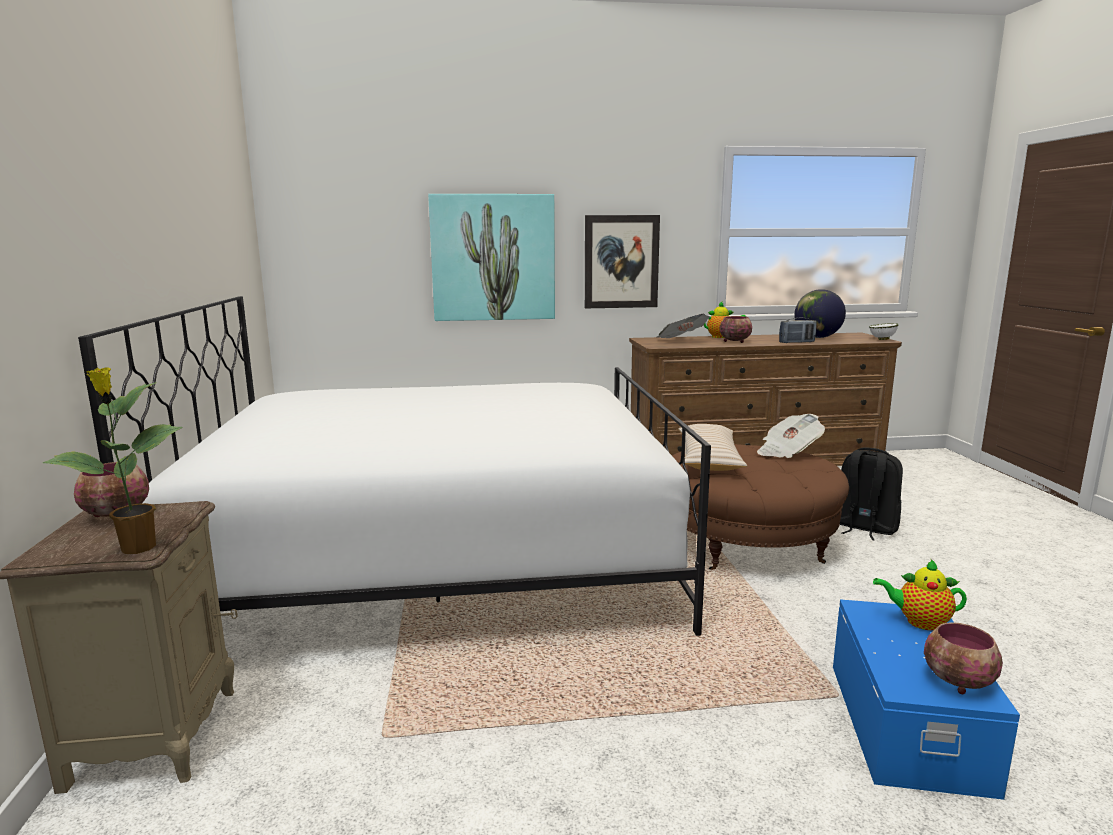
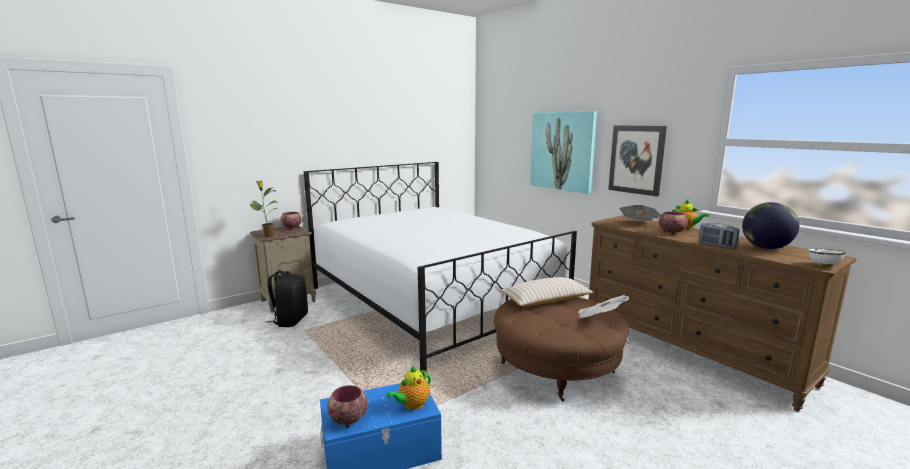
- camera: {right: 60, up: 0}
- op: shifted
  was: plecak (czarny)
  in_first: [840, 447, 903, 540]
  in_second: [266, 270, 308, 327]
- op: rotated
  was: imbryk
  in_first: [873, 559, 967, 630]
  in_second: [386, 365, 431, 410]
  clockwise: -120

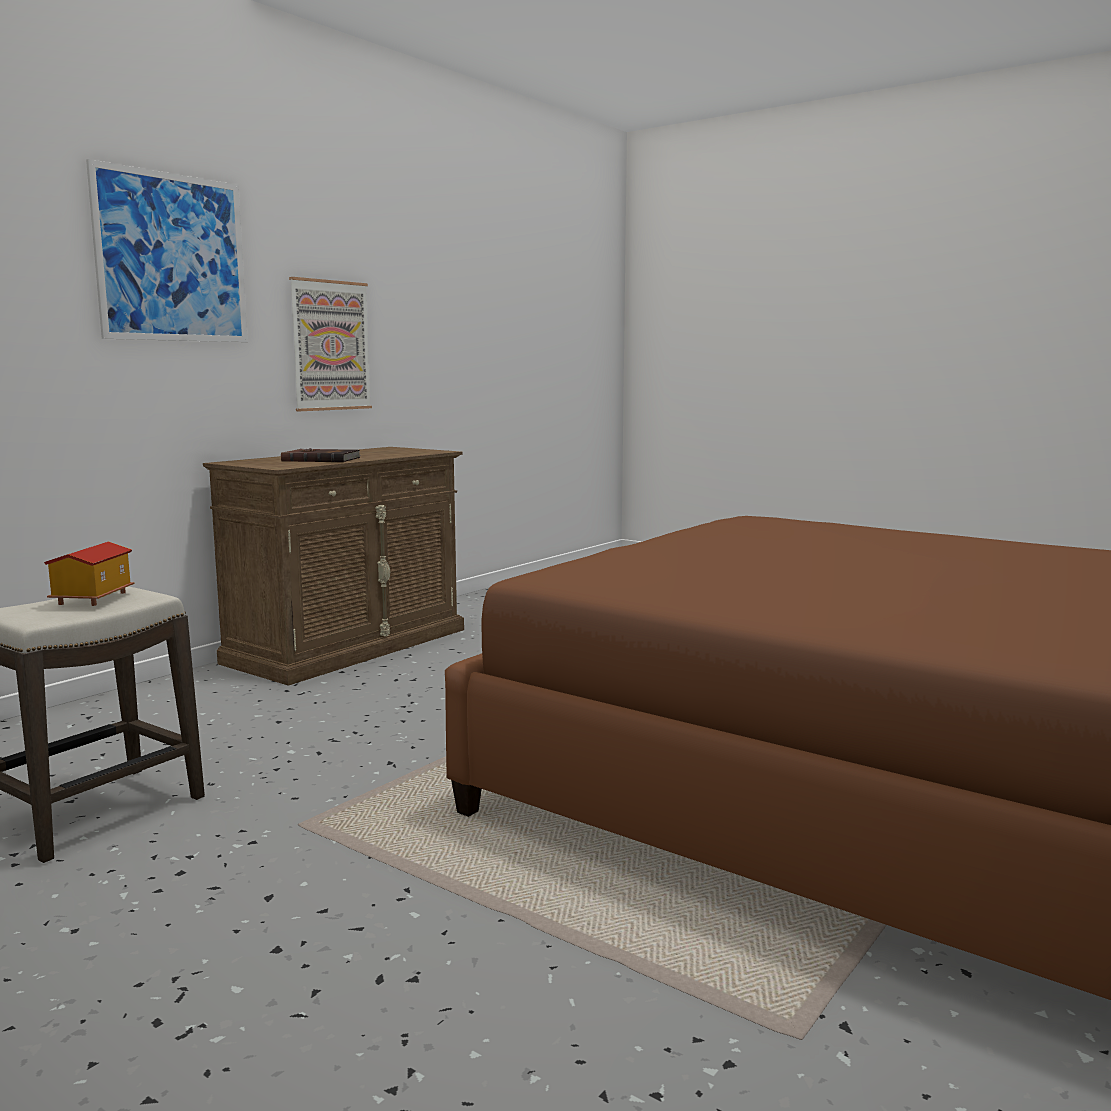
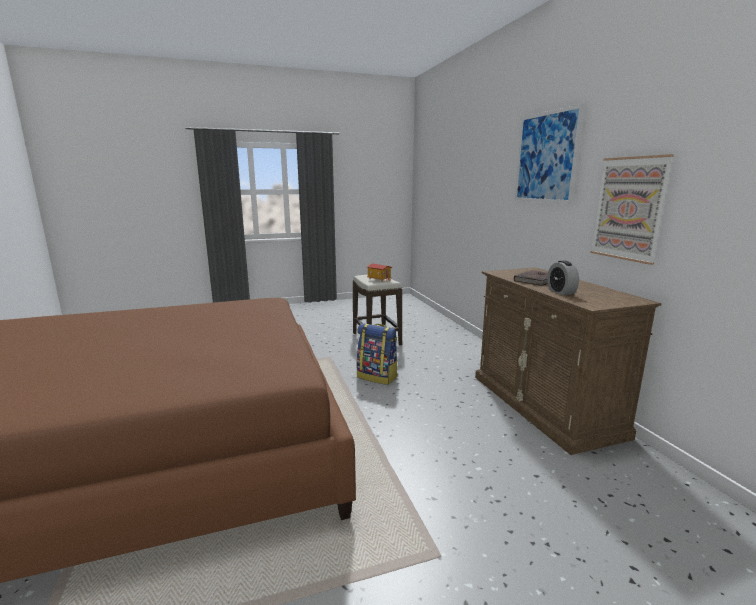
- camera: {right: 125, up: 5}
- op: new
  now: plecak
  in_second: [357, 323, 398, 385]
- op: new
  now: budzik
  in_second: [547, 261, 579, 295]

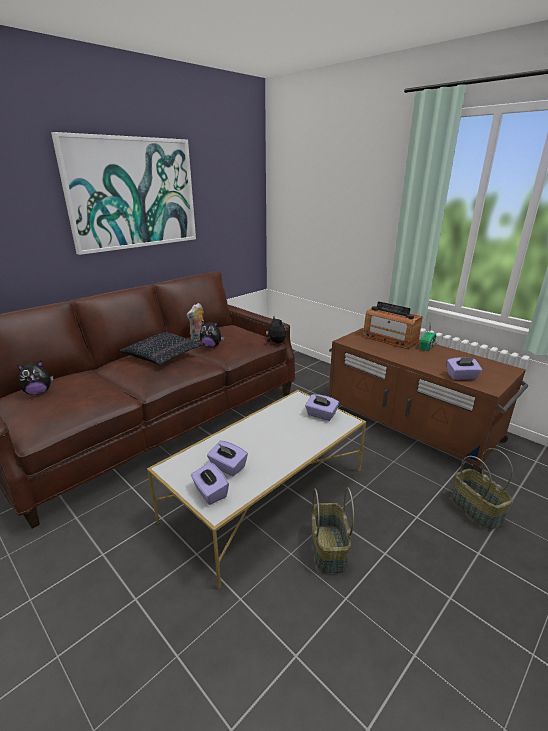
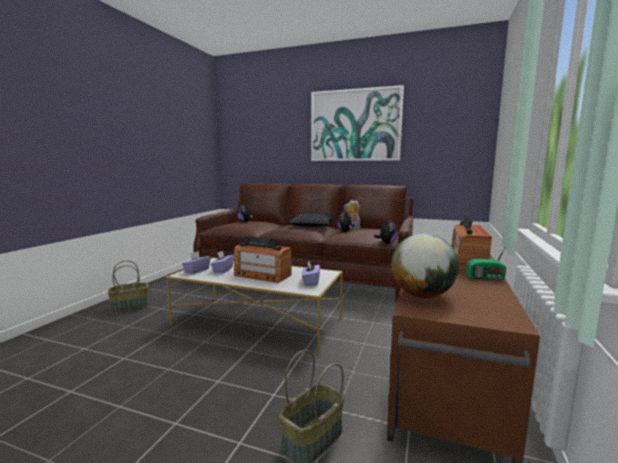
- camera: {right: 65, up: -15}
- op: shifted
  was: koszyk
  in_first: [312, 487, 354, 574]
  in_second: [108, 260, 149, 313]
- op: swapped
  was: pudełko chusteczek (fioletowy)
  now: globus
  in_first: [447, 357, 482, 380]
  in_second: [391, 233, 459, 298]
- op: new
  now: radio
  in_second: [234, 236, 292, 283]

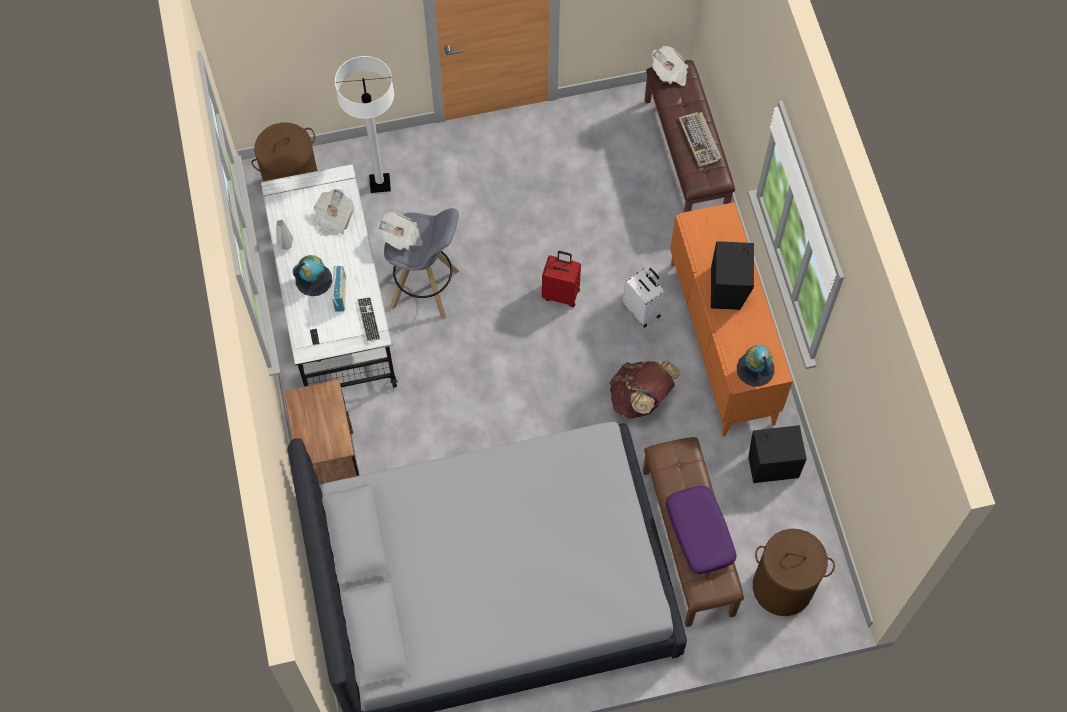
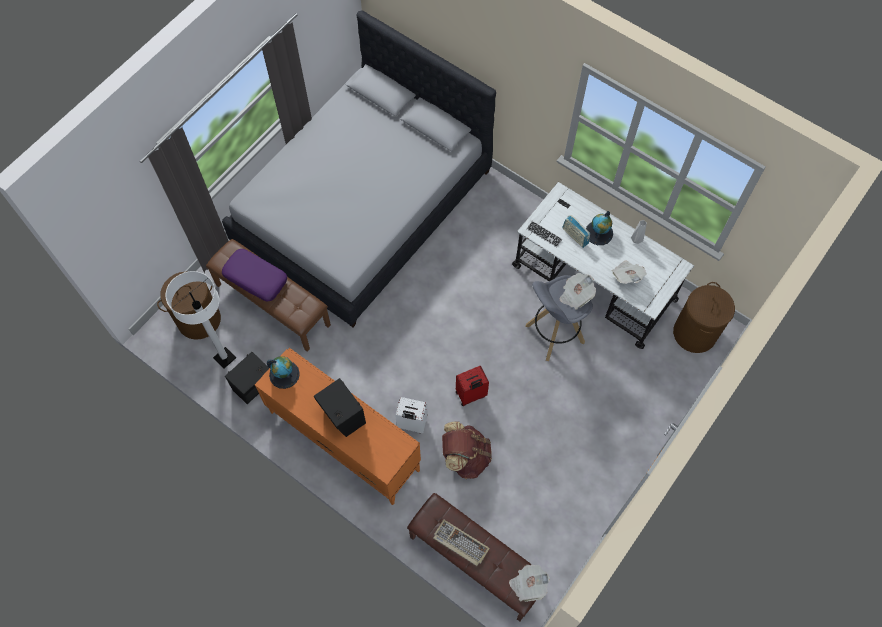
- camera: {right: 140, up: 0}
- op: gone
  was: szafka nocna
  in_first: [284, 379, 359, 484]
- op: shifted
  was: lampa stojąca (biały)
  in_first: [335, 56, 394, 193]
  in_second: [166, 271, 236, 368]
- op: shifted
  was: plecak (brązowy)
  in_first: [610, 361, 680, 419]
  in_second: [442, 421, 492, 479]

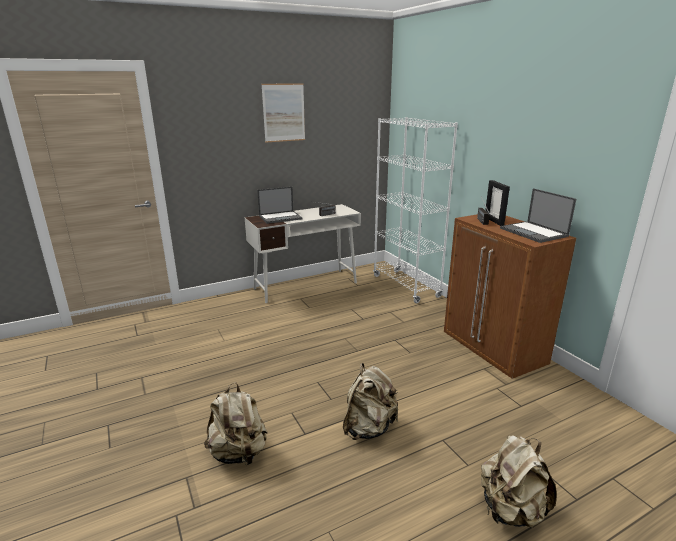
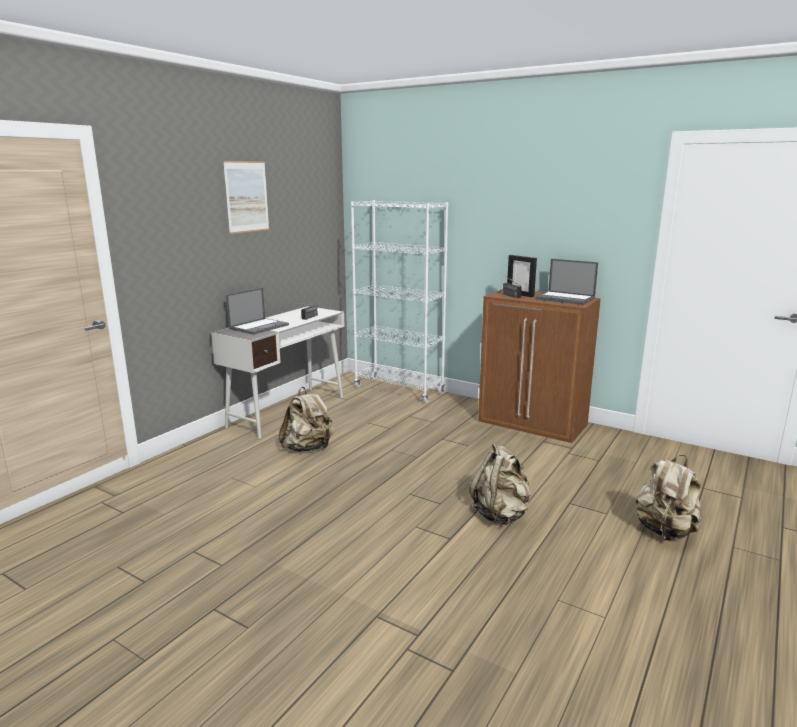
- camera: {right: -30, up: -5}
- op: shifted
  was: plecak (beżowy)
  in_first: [204, 382, 268, 467]
  in_second: [278, 387, 335, 452]

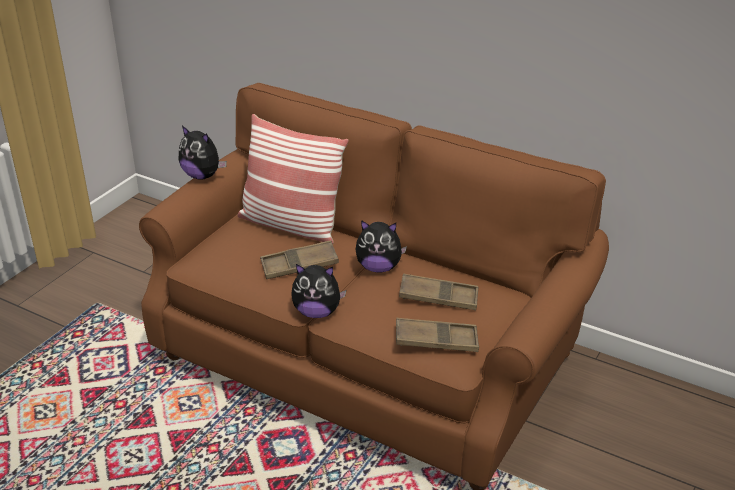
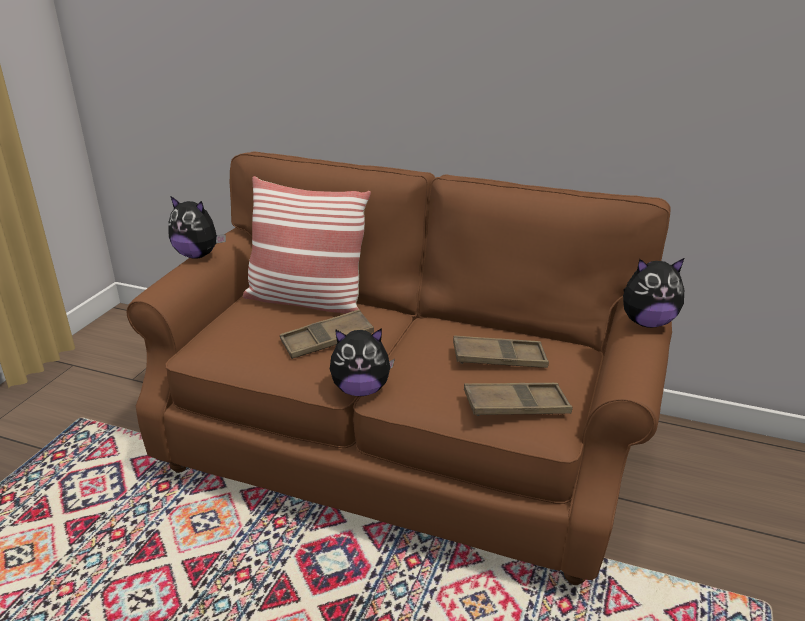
- camera: {right: -10, up: -5}
- op: shifted
  was: pluszak
  in_first: [355, 220, 407, 273]
  in_second: [623, 258, 684, 328]

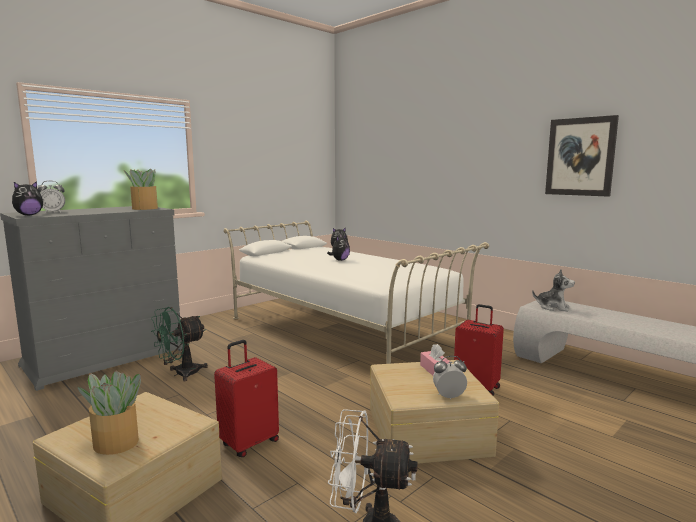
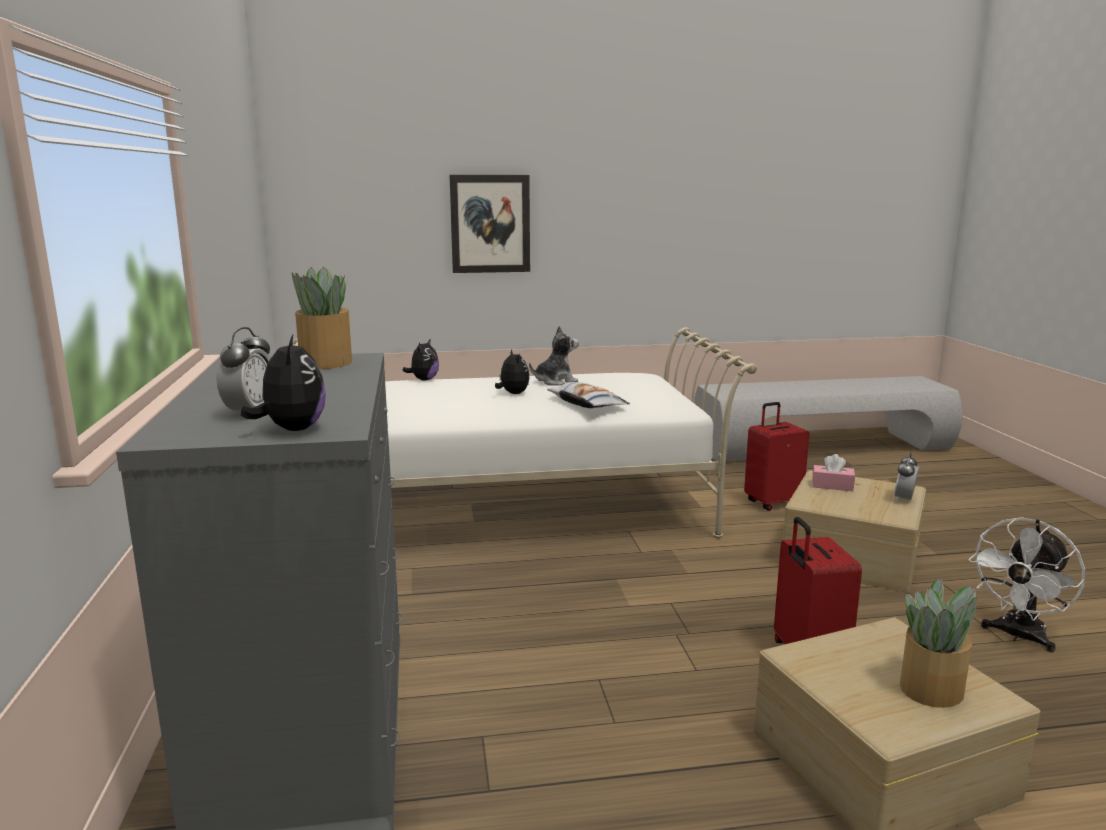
- camera: {right: -55, up: 5}
- op: gone
  was: wentylator (zielony)
  in_first: [151, 307, 208, 381]
- op: shifted
  was: pluszak
  in_first: [532, 269, 575, 312]
  in_second: [529, 326, 579, 386]
- op: shifted
  was: obraz
  in_first: [545, 115, 619, 197]
  in_second: [449, 175, 530, 273]
- op: new
  now: poduszka
  in_second: [547, 382, 630, 408]

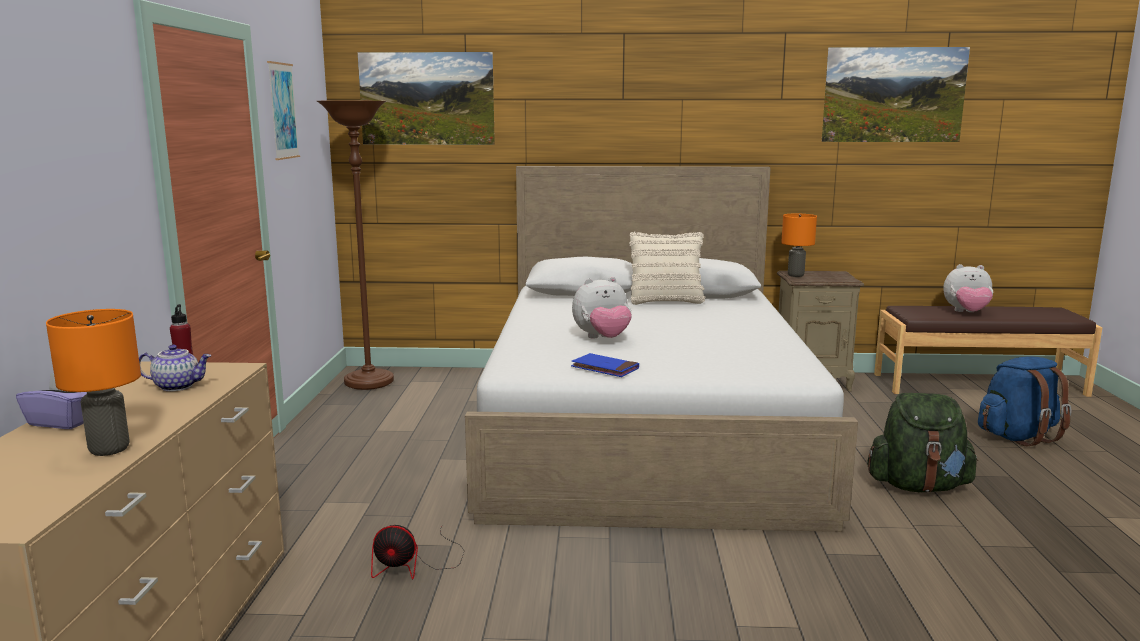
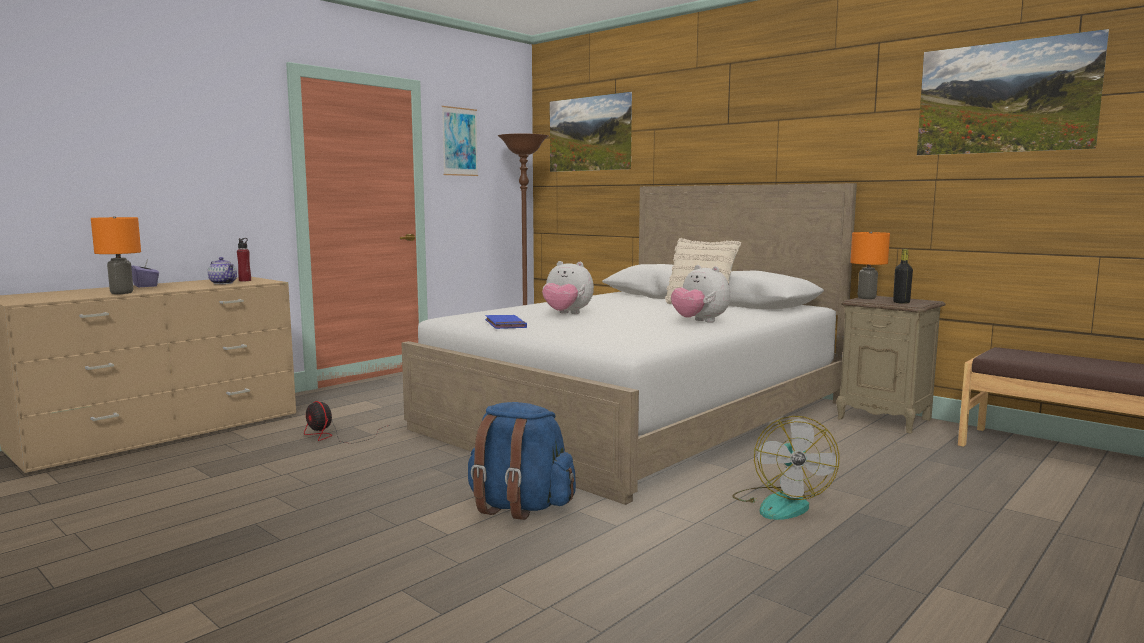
- camera: {right: 40, up: -5}
- op: swapped
  was: plecak (zielony)
  now: wentylator
  in_first: [867, 393, 978, 492]
  in_second: [732, 416, 840, 520]
- op: shifted
  was: pluszak
  in_first: [943, 264, 993, 312]
  in_second: [671, 265, 730, 323]
- op: shifted
  was: plecak (niebieski)
  in_first: [978, 356, 1072, 446]
  in_second: [468, 402, 576, 520]
- op: new
  now: butelka (czarny)
  in_second: [893, 249, 913, 304]

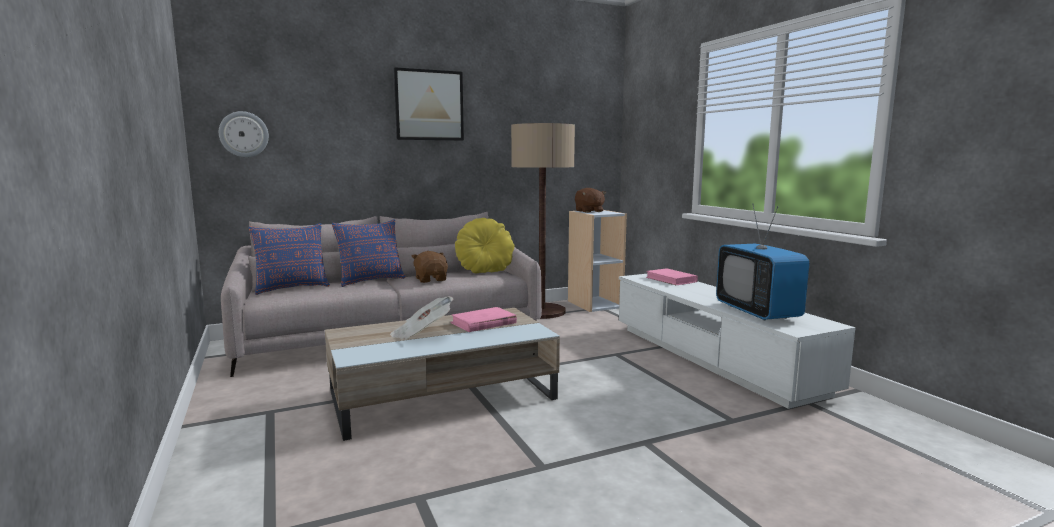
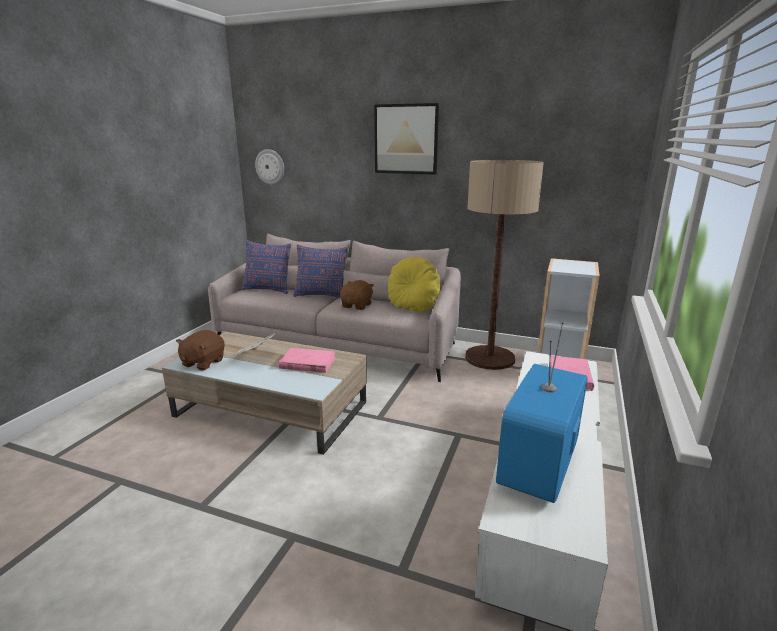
- camera: {right: 45, up: 10}
- op: shifted
  was: pluszak (brązowy)
  in_first: [575, 188, 606, 213]
  in_second: [176, 330, 225, 371]

